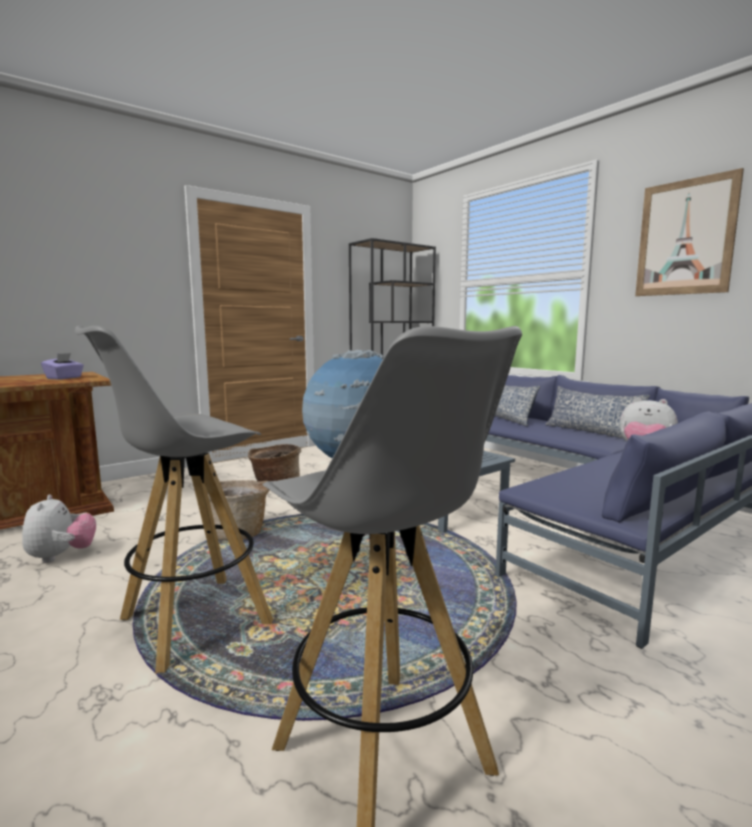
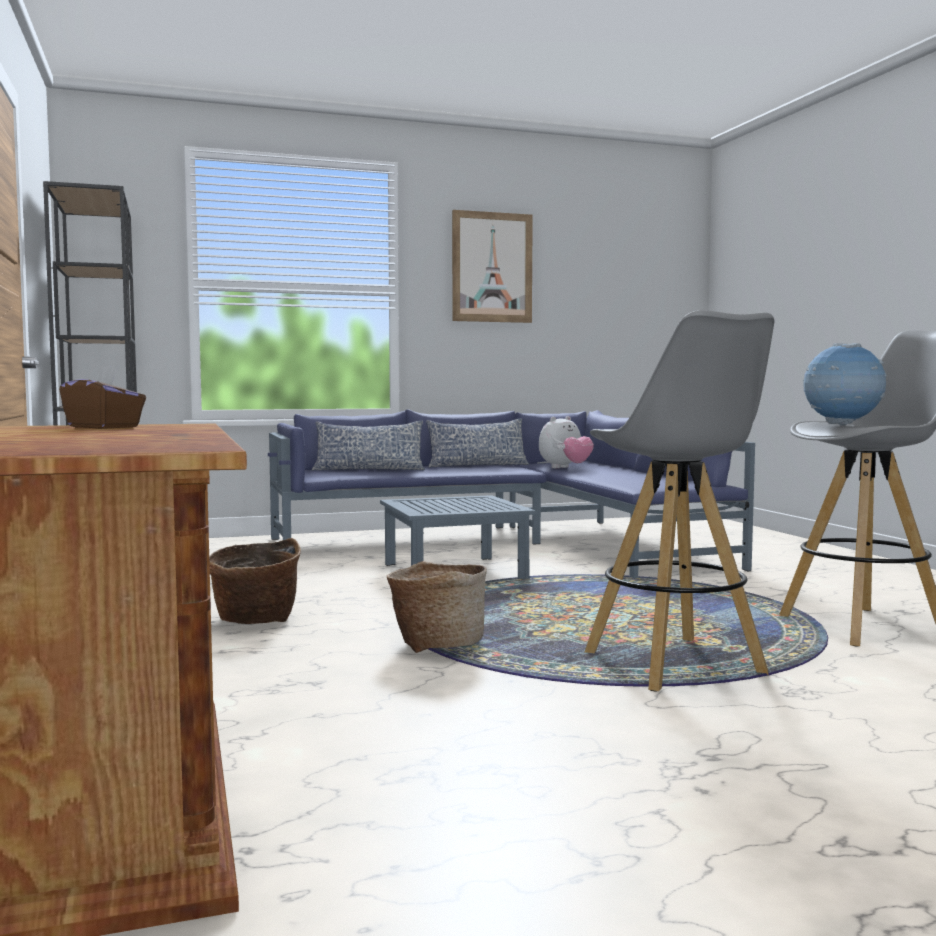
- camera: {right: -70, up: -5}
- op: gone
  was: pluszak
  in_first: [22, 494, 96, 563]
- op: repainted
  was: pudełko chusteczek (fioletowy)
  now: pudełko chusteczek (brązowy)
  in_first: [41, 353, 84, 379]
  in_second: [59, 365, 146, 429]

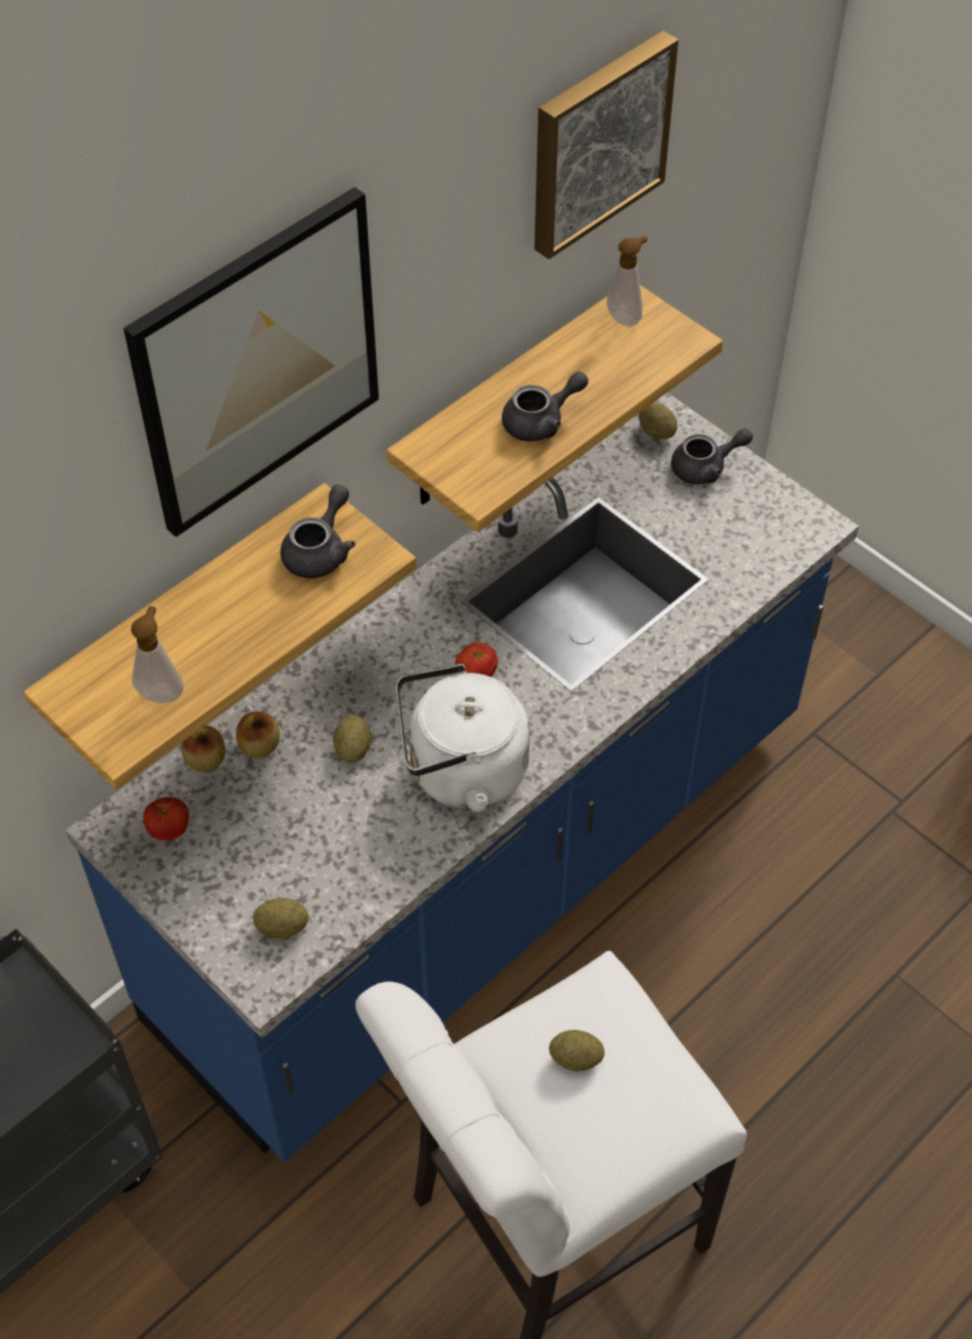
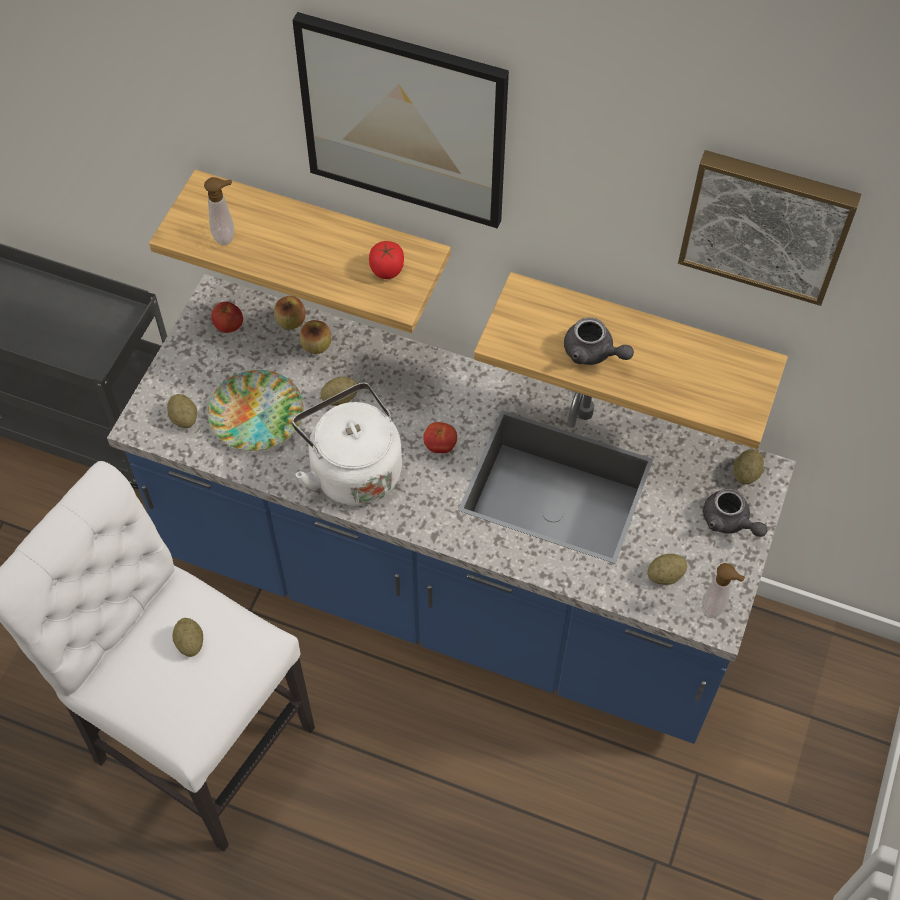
- camera: {right: 65, up: 5}
- op: swapped
  was: imbryk (szary)
  now: pomidor
  in_first: [280, 485, 356, 578]
  in_second: [369, 241, 404, 279]
- op: shifted
  was: dozownik mydła
  in_first: [606, 235, 648, 327]
  in_second: [702, 563, 745, 618]
- op: new
  now: talerz
  in_second: [208, 370, 304, 451]
- op: new
  now: ziemniak
  in_second: [647, 554, 687, 585]

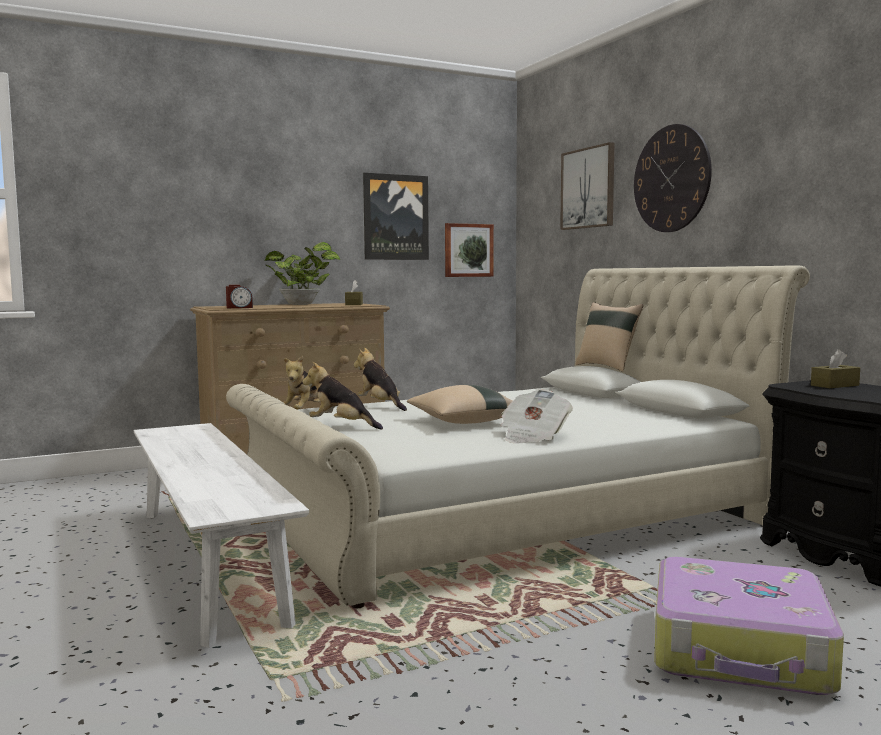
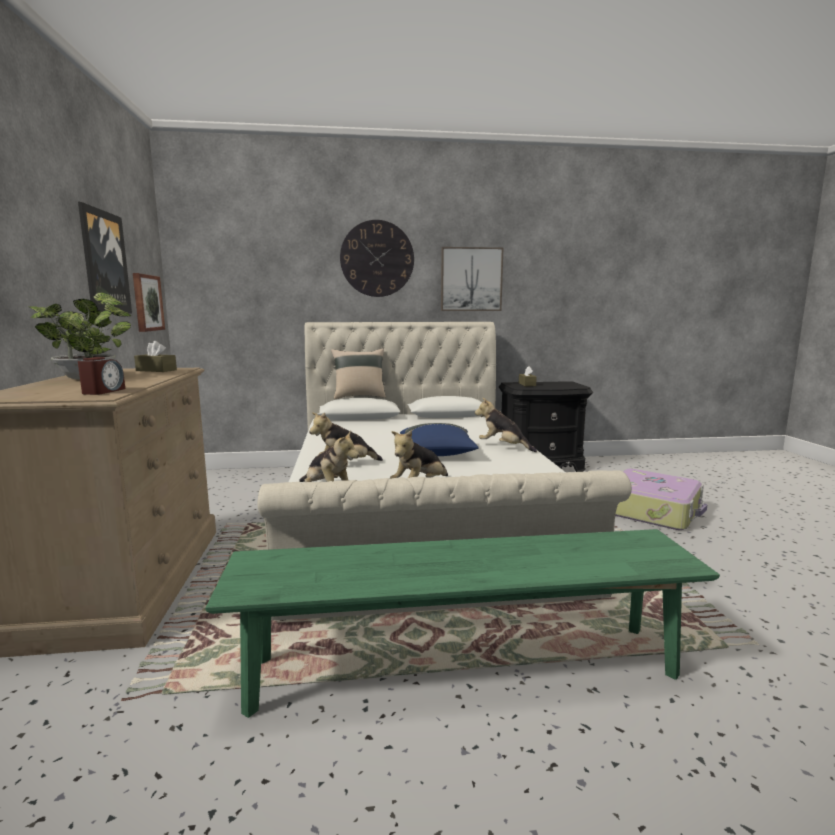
- camera: {right: -70, up: 5}
- op: repainted
  was: ławka (biały)
  now: ławka (zielony)
  in_first: [134, 423, 309, 648]
  in_second: [205, 529, 720, 718]
- op: repainted
  was: poduszka (beżowy)
  now: poduszka (niebieski)
  in_first: [407, 385, 513, 424]
  in_second: [400, 423, 479, 456]
- op: swapped
  was: gazeta
  now: pluszak
  in_first: [501, 389, 573, 443]
  in_second: [475, 398, 537, 452]
- op: shifted
  was: obraz
  in_first: [560, 142, 614, 230]
  in_second: [441, 247, 503, 311]

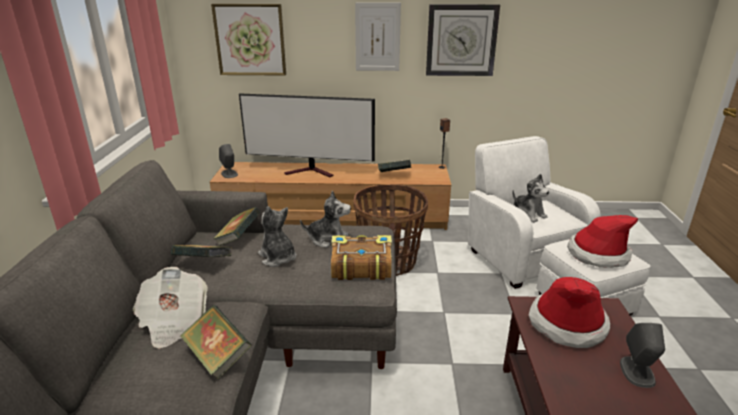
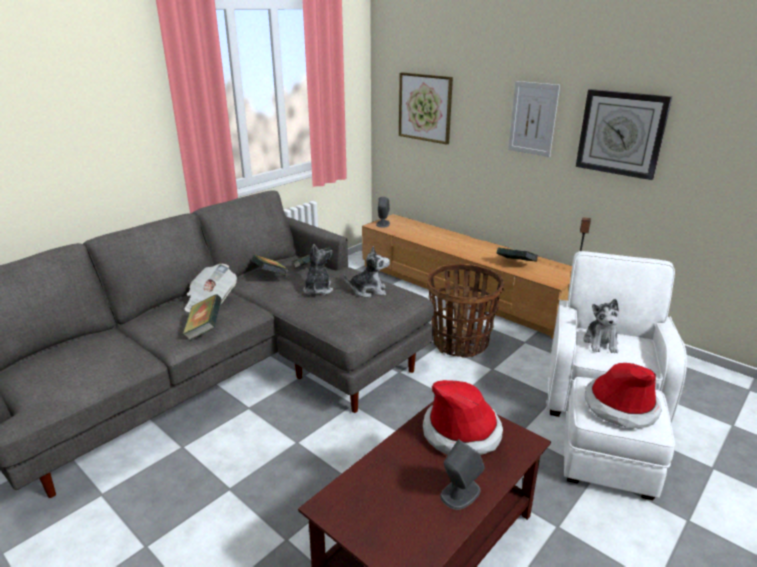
- camera: {right: 40, up: 0}
- op: gone
  was: telewizor
  in_first: [239, 93, 375, 177]
- op: rotated
  was: pluszak
  in_first: [300, 190, 351, 248]
  in_second: [343, 246, 390, 298]
  clockwise: -45
- op: gone
  was: książka
  in_first: [331, 235, 392, 280]

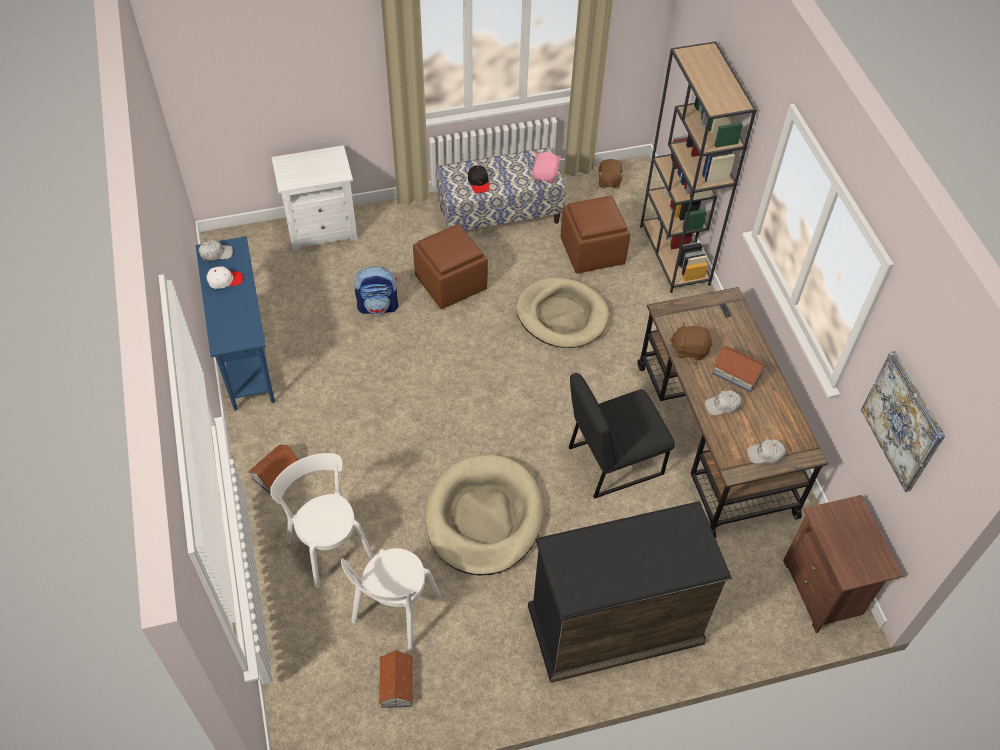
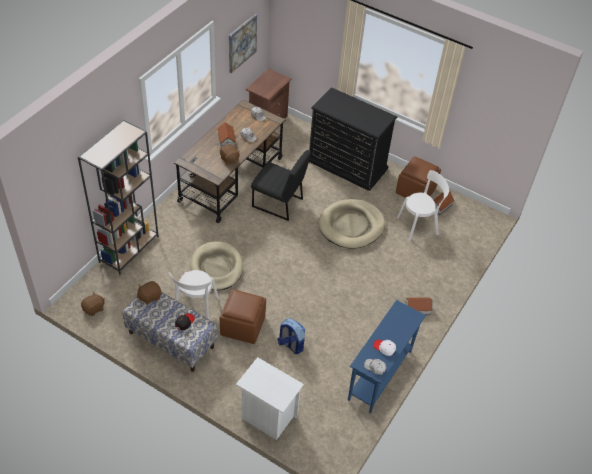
- camera: {right: -135, up: -5}
- op: shifted
  was: krzesło (biały)
  in_first: [270, 453, 374, 589]
  in_second: [169, 270, 219, 319]
- op: repainted
  was: pluszak (różowy)
  now: pluszak (brązowy)
  in_first: [532, 152, 562, 183]
  in_second: [137, 281, 161, 305]
- op: shifted
  was: pufa (brązowy)
  in_first: [561, 195, 630, 274]
  in_second: [396, 156, 441, 198]

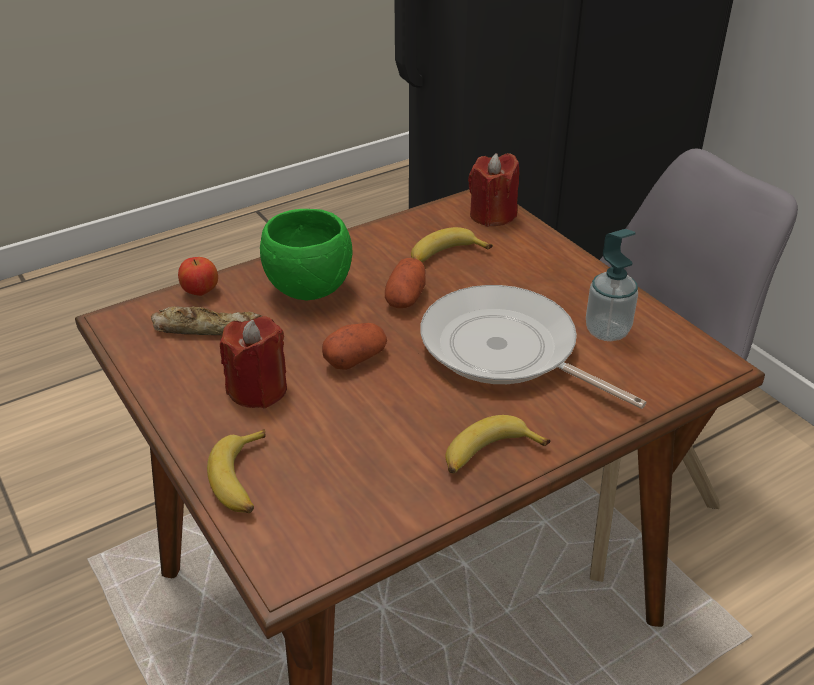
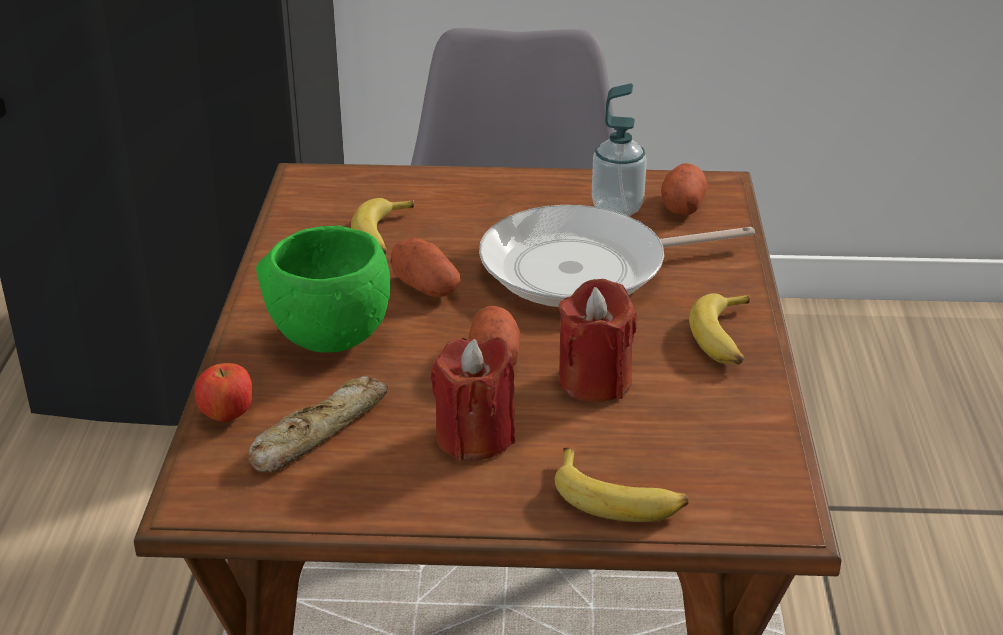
- camera: {right: -55, up: -5}
- op: shifted
  was: świeca (czerwony)
  in_first: [468, 153, 519, 227]
  in_second: [558, 279, 637, 402]
- op: new
  now: ziemniak
  in_second: [661, 163, 707, 215]

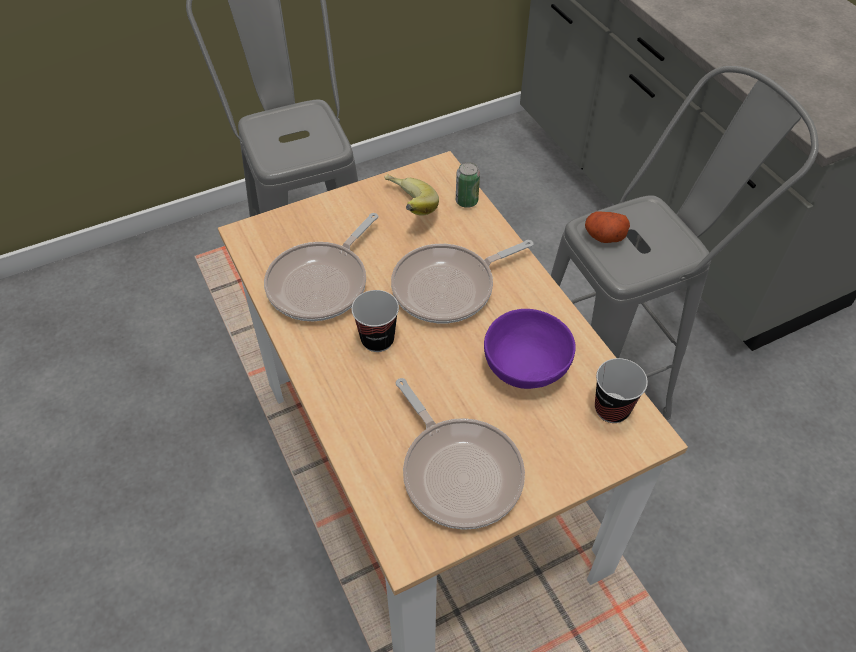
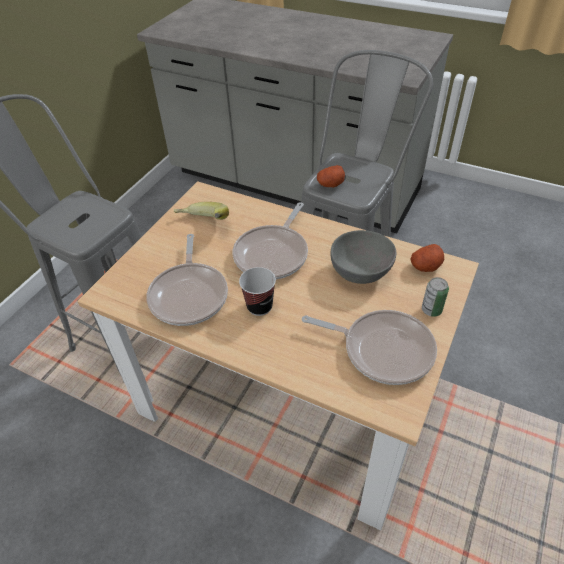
- camera: {right: -35, up: -5}
- op: shifted
  was: puszka
  in_first: [456, 162, 480, 208]
  in_second: [422, 277, 449, 317]
- op: repainted
  was: miska (fioletowy)
  now: miska (szary)
  in_first: [484, 309, 576, 389]
  in_second: [330, 230, 396, 284]
- op: swapped
  was: filiżanka
  now: ziemniak
  in_first: [595, 358, 648, 423]
  in_second: [410, 244, 444, 272]

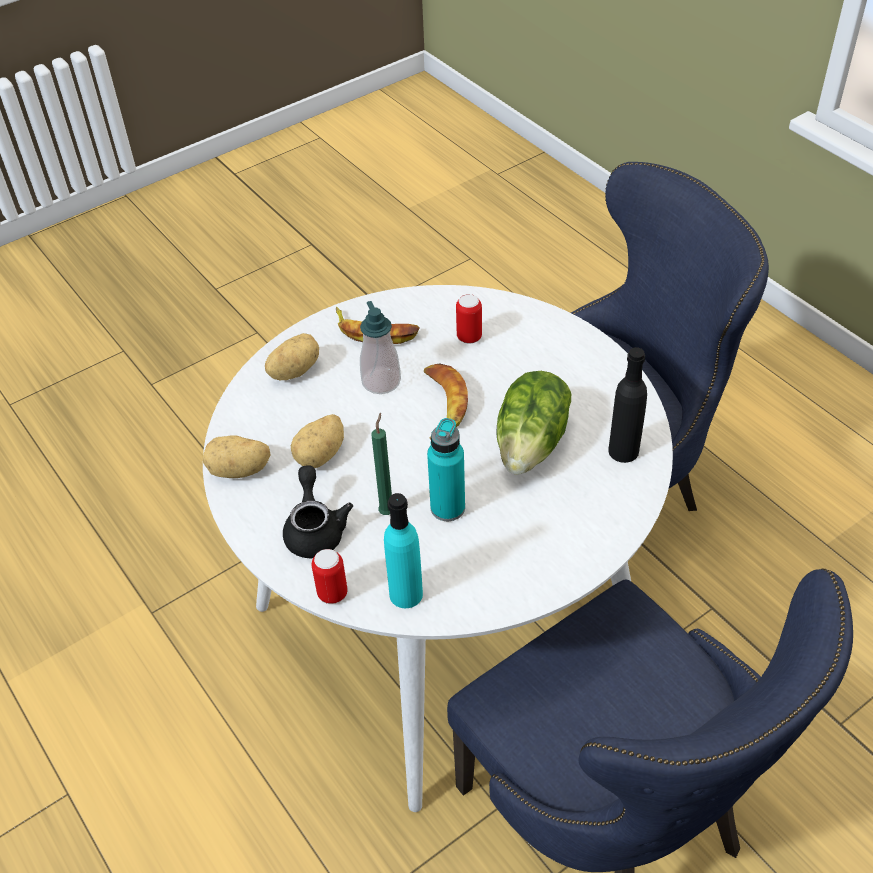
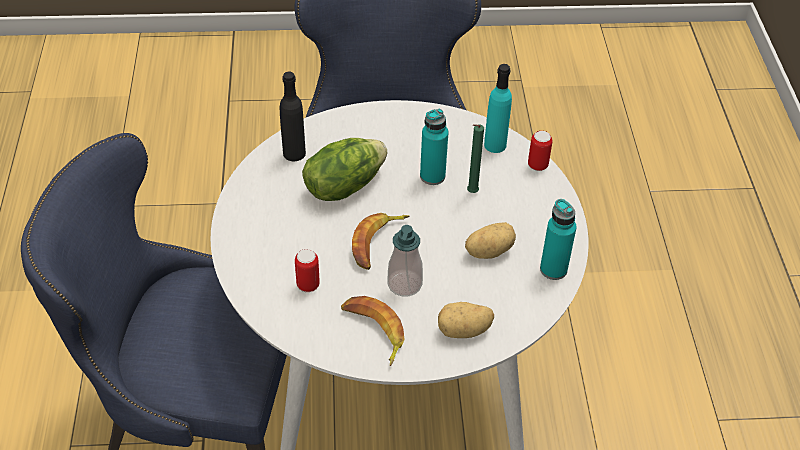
- camera: {right: -150, up: 0}
- op: swapped
  was: ziemniak
  now: butelka (turkusowy)
  in_first: [203, 435, 271, 478]
  in_second: [540, 199, 576, 280]
- op: gone
  was: imbryk (czarny)
  in_first: [283, 466, 353, 558]

